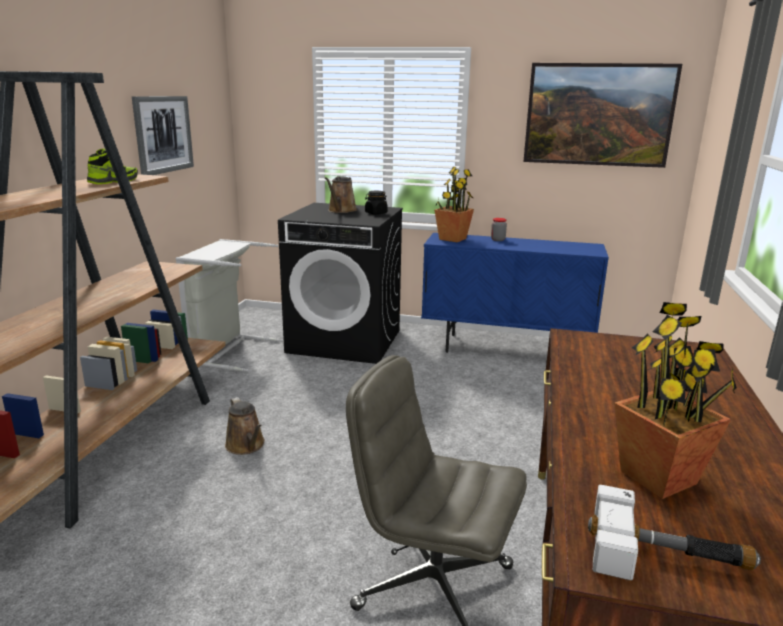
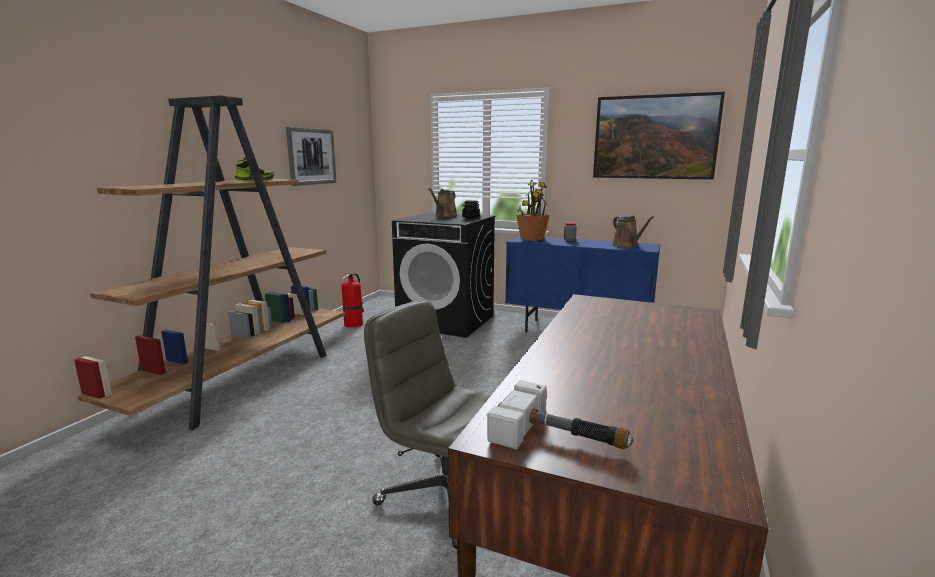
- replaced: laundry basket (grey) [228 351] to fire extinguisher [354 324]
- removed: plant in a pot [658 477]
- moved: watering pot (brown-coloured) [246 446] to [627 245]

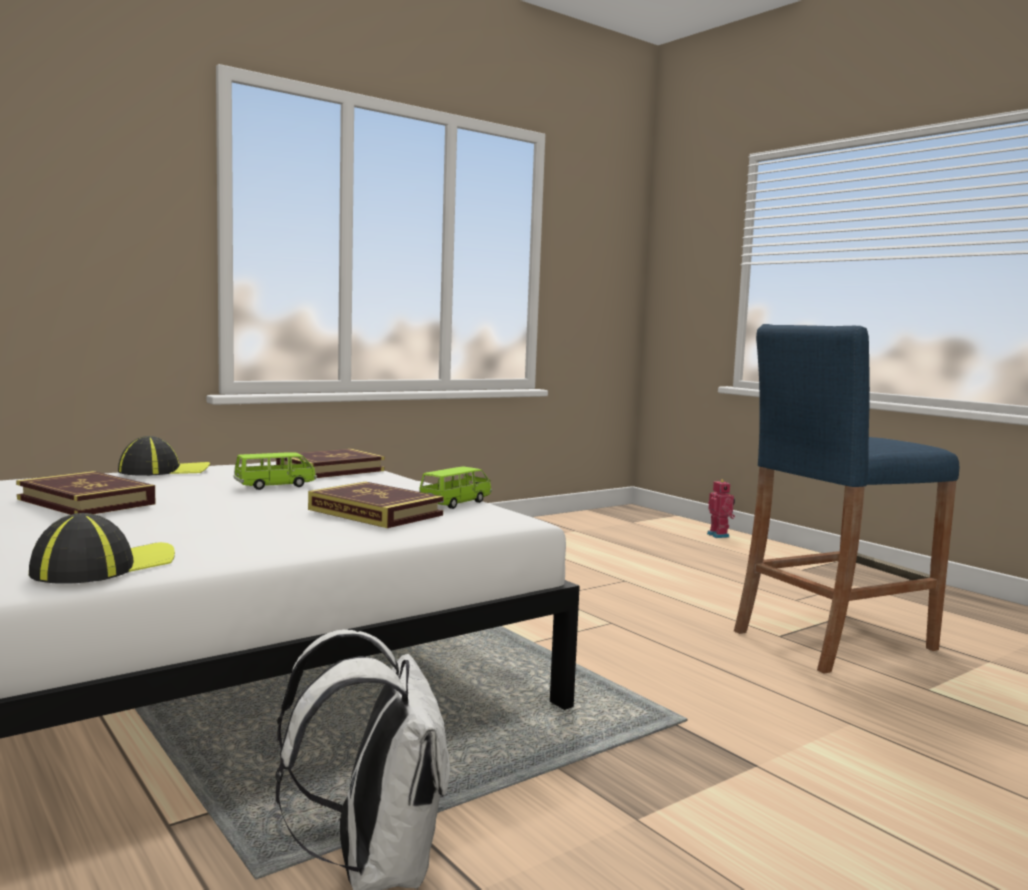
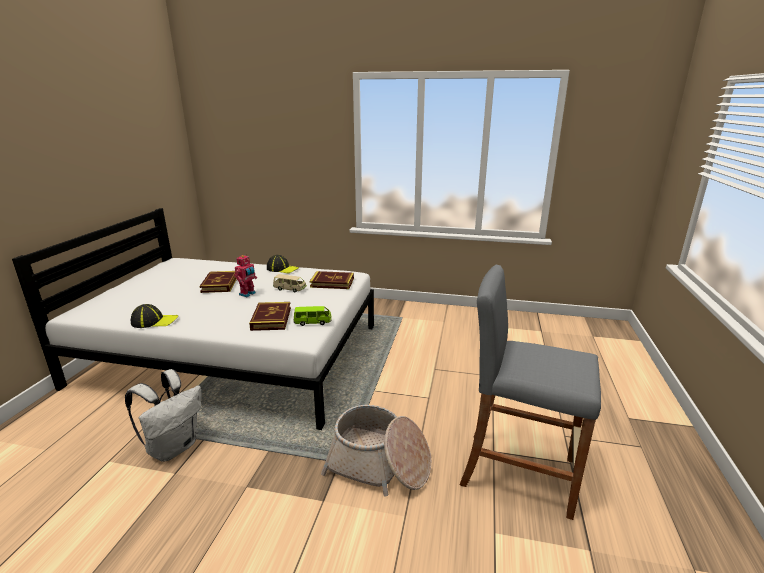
- recoloured: stool seat (bluish) [833 640] to stool seat (grey) [518 472]
- recoloured: miniature car (green-coloured) [275 486] to miniature car (sand-coloured) [290 289]
- moved: toy robot [719 535] to [248 294]
- added: household basket [379 465]

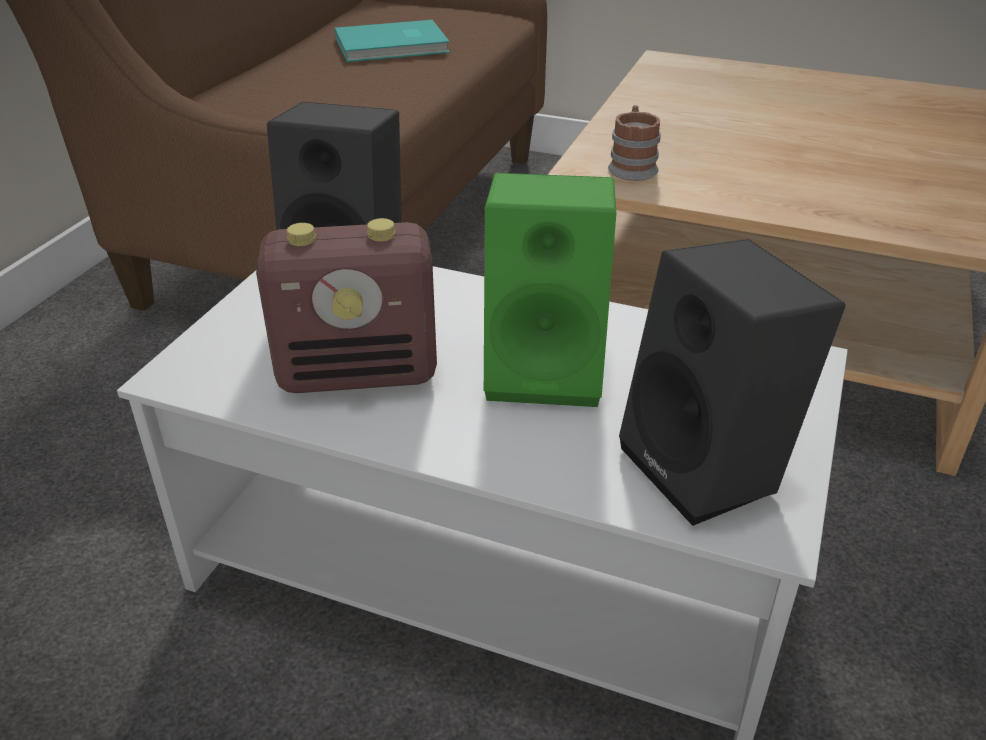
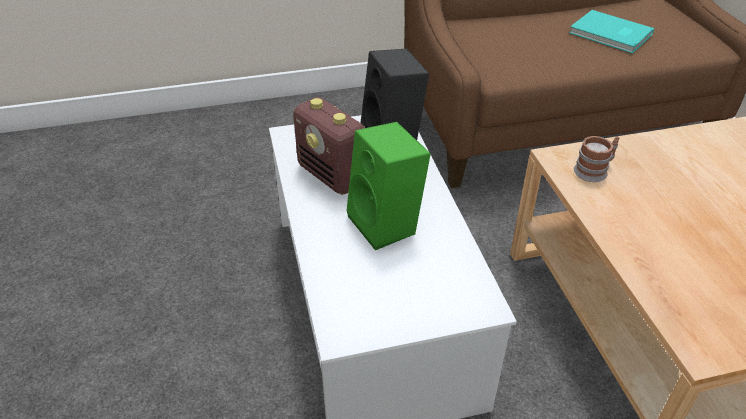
- removed: loudspeaker (blackish) [711 469]

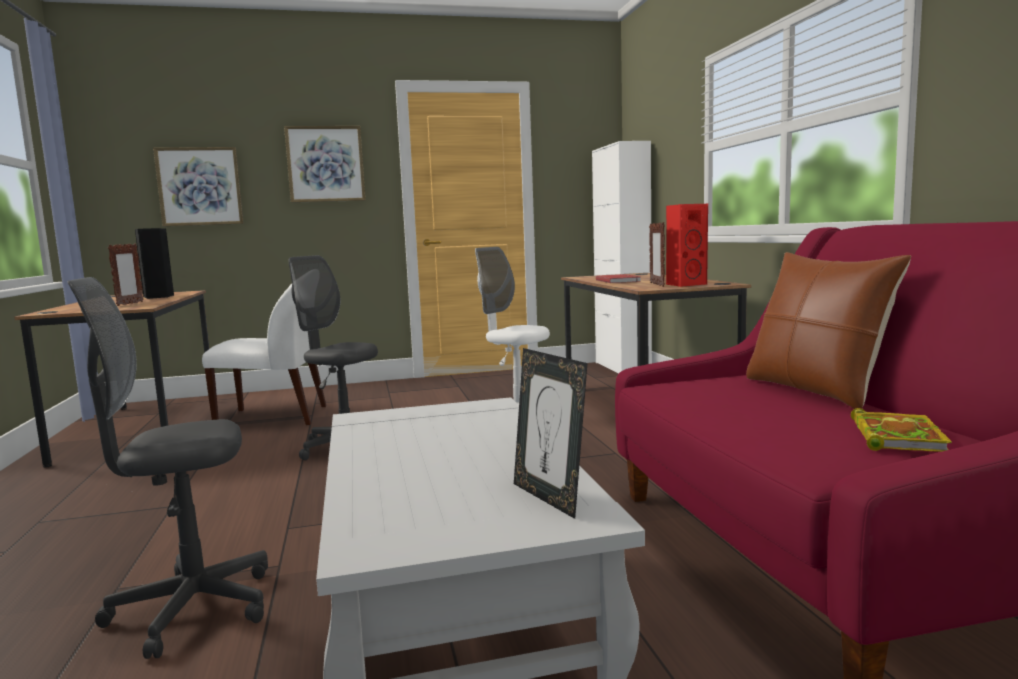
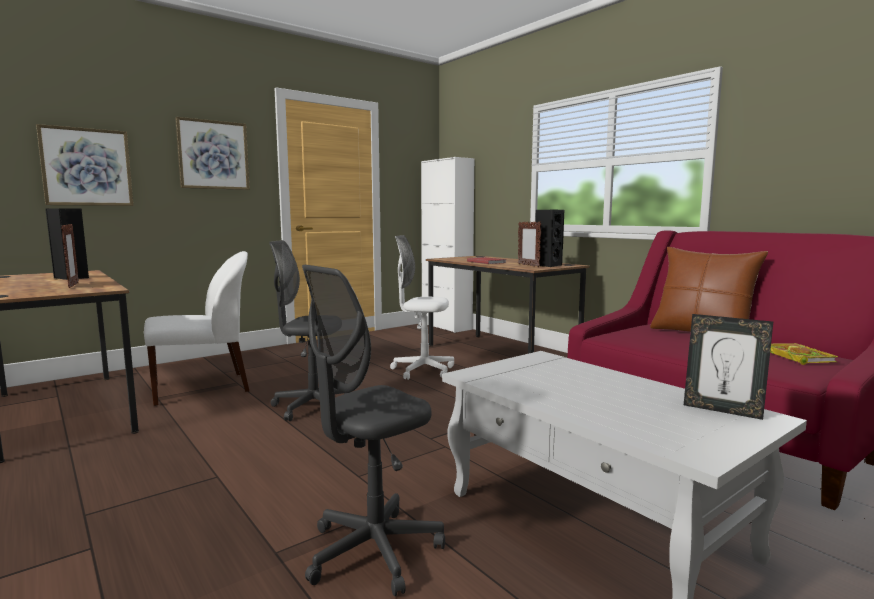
- recoloured: loudspeaker (red) [684 284] to loudspeaker (blackish) [547 265]

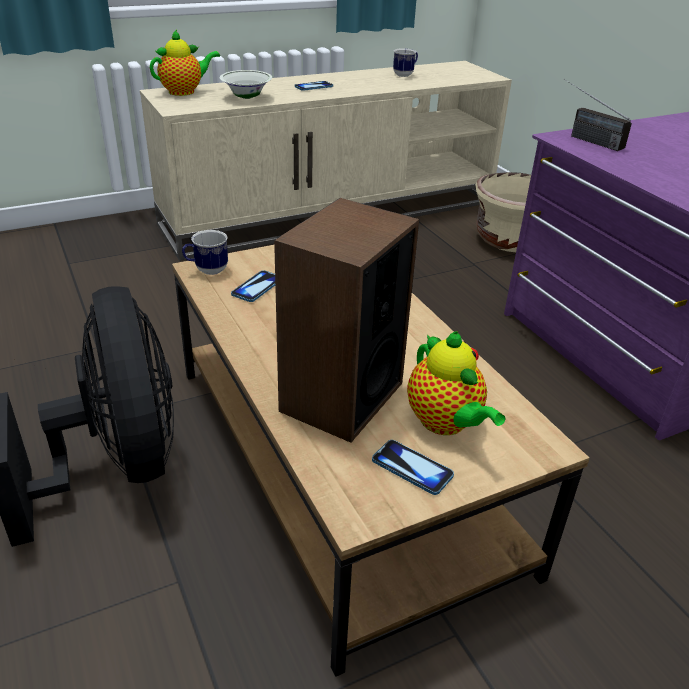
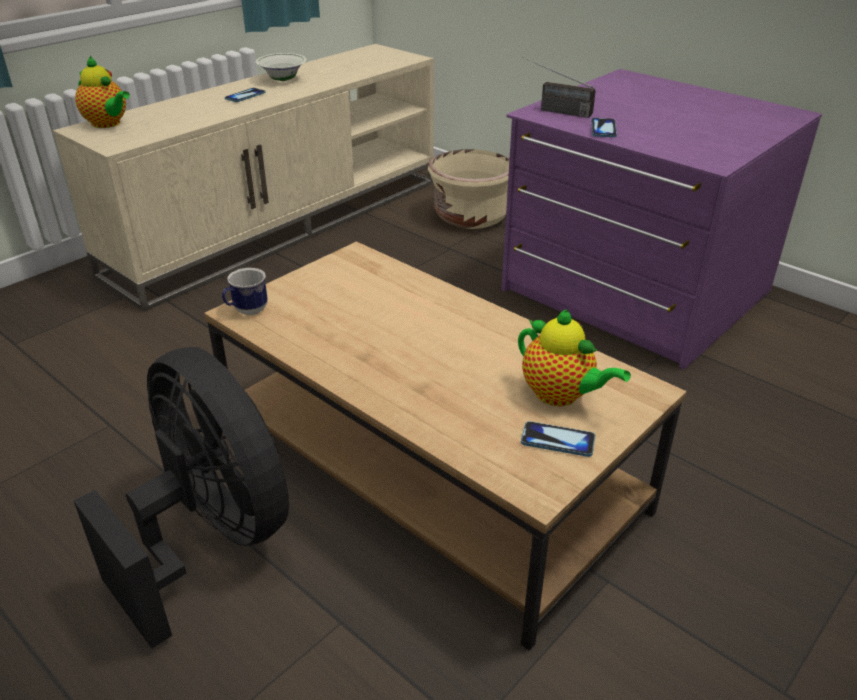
- turned: teapot [184 92] = [108 124] 90 degrees clockwise
- removed: tea mug [405 74]
- moved: deep dish (whitish) [247 97] to [283 80]
- removed: loudspeaker [341 397]
- moved: phone [257 287] to [603 129]

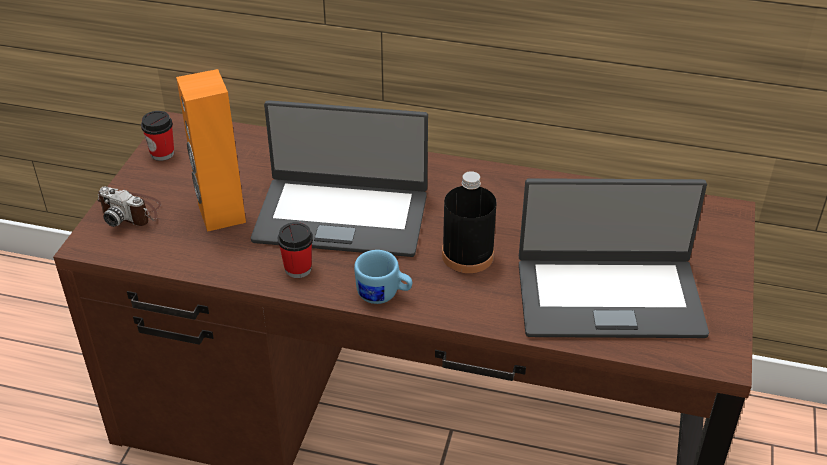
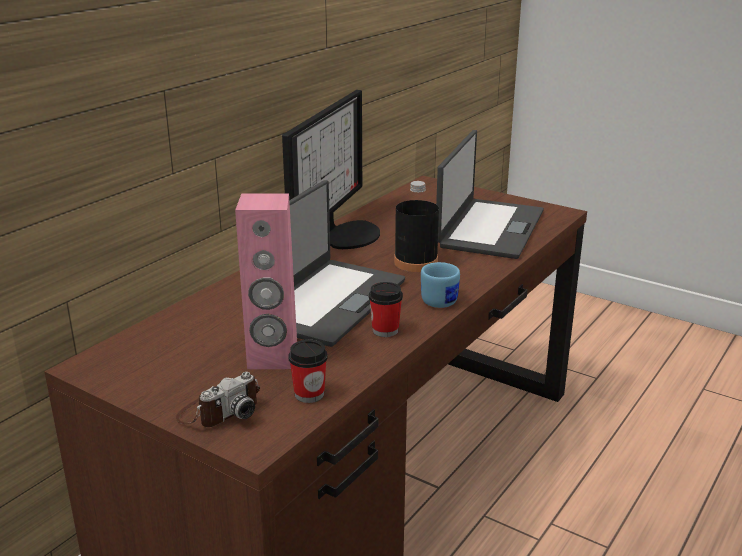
- recoloured: loudspeaker (orange) [221 214] to loudspeaker (pinkish) [272 358]
- moved: cup [162 153] to [309 394]
- added: computer screen [345 234]

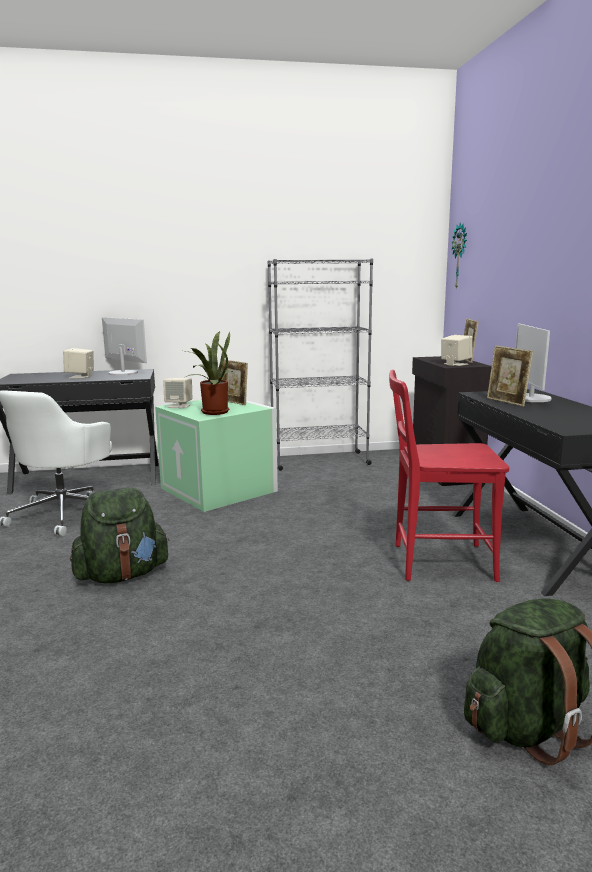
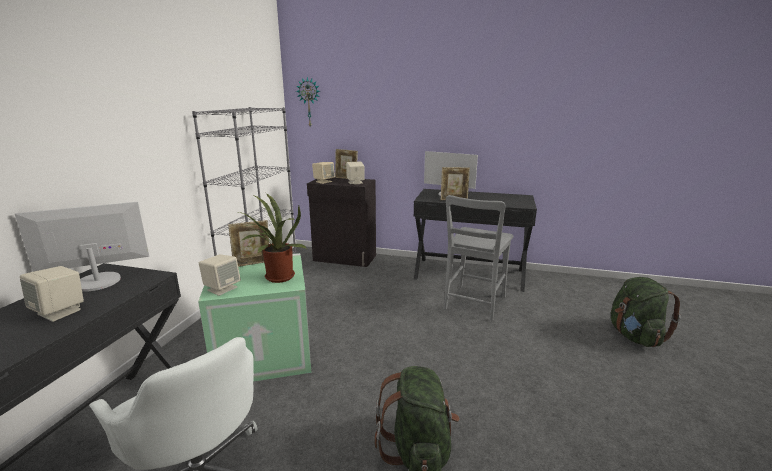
- recoloured: upright chair (red) [437 562] to upright chair (grey) [473 304]
- added: loudspeaker (sand-coloured) [324 181]

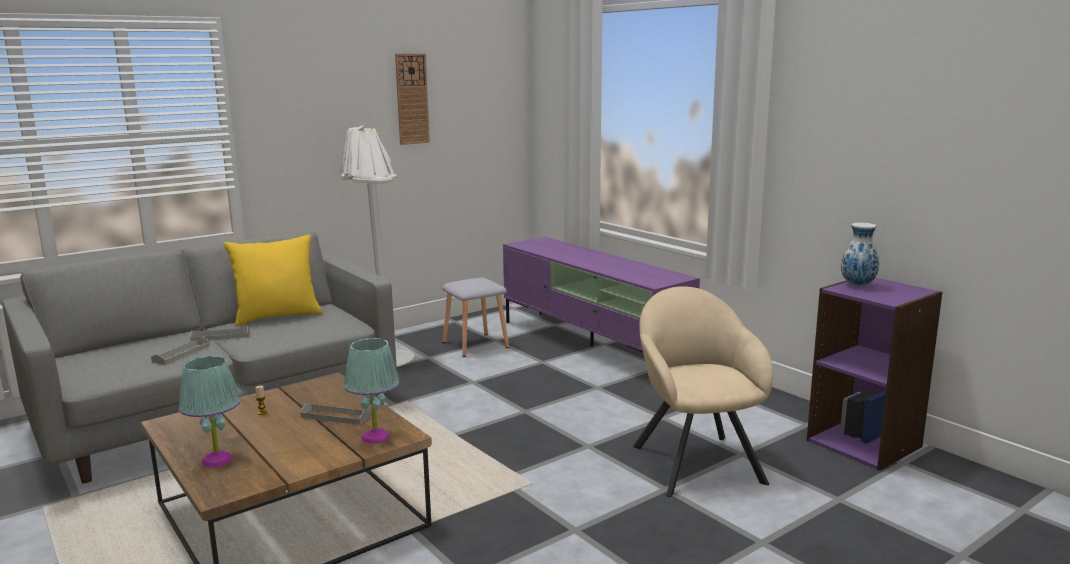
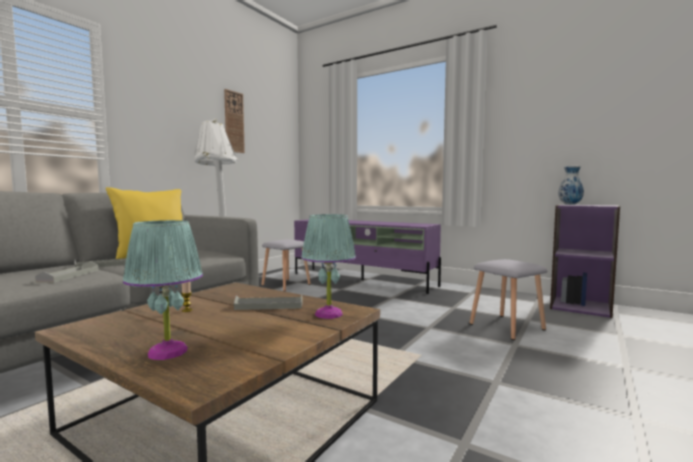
- replaced: easy chair (sand-coloured) [695 460] to stool seat (grey) [507 326]

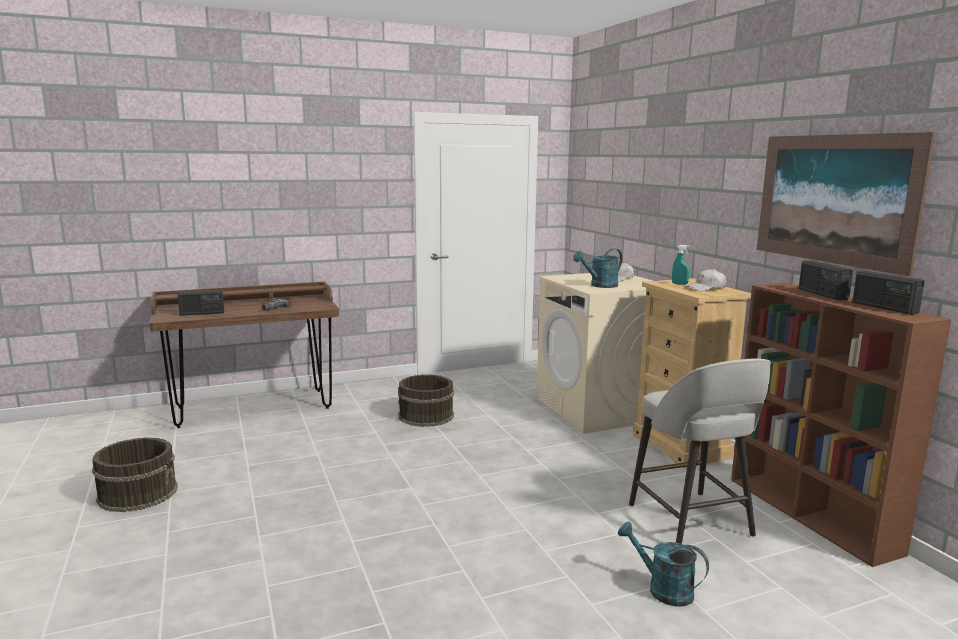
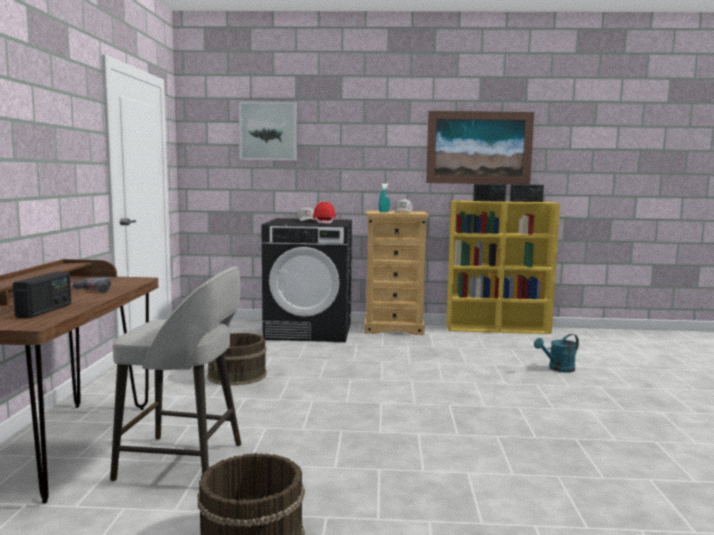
- replaced: watering pot (blue-green) [600 286] to work helmet (red) [324 223]
- recoloured: washing machine (sand-coloured) [598 410] to washing machine (blackish) [309 331]
- recoloured: bookshelf (brown-coloured) [812 515] to bookshelf (yellow) [498 329]
- moved: stool seat (grey) [692 522] to [184 462]
- added: wall picture [268 131]

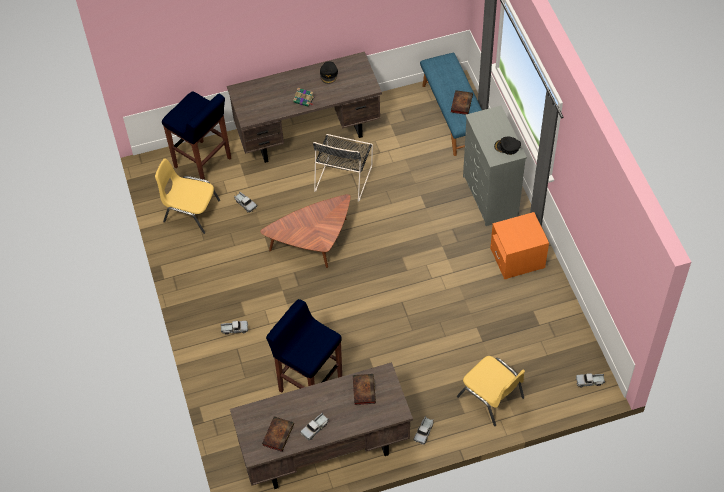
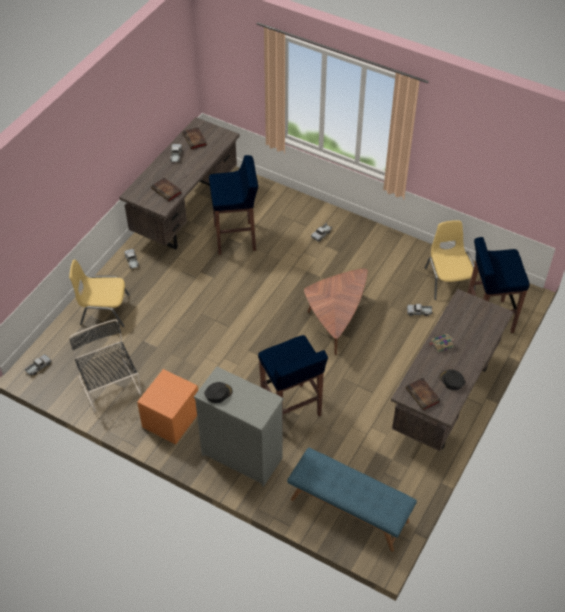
- moved: bound book [461 103] to [423 396]
- moved: upright chair (blackish) [344 177] to [110 387]
- turned: upright chair (yellow) [190 211] = [448 280] 75 degrees counterclockwise
- added: stool seat (bluish) [291 409]

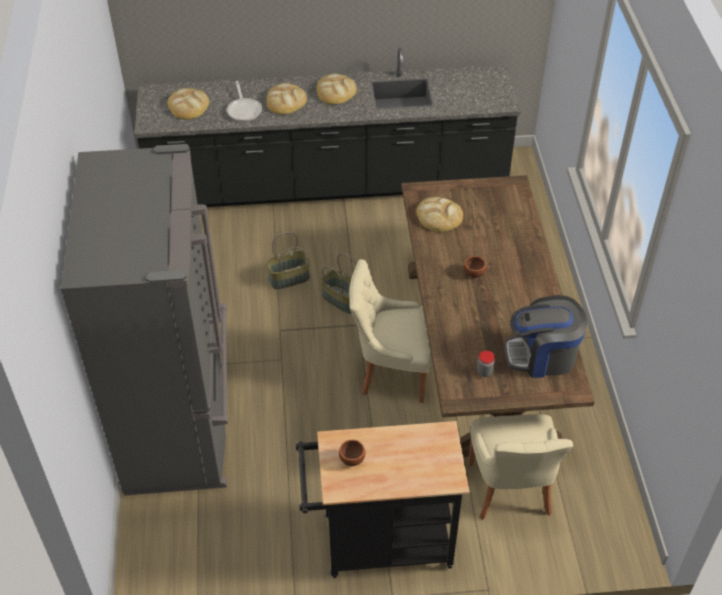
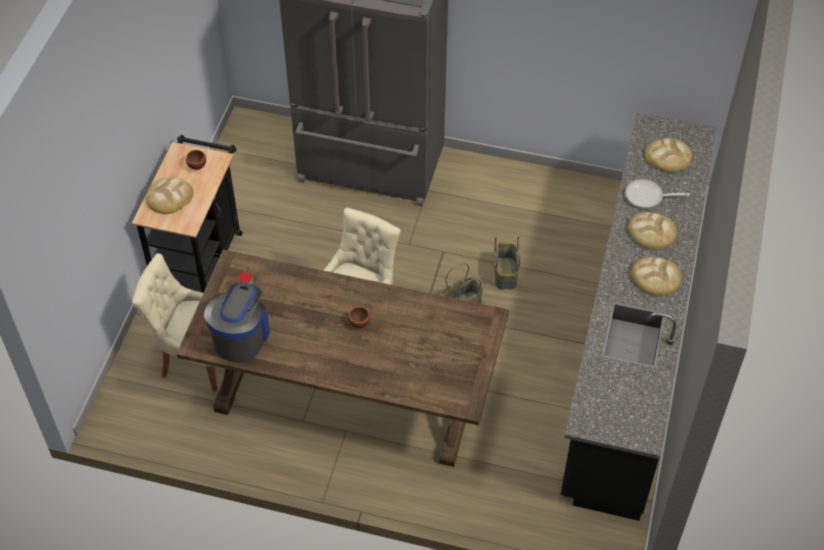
- moved: baked bread [439 216] to [169 197]

